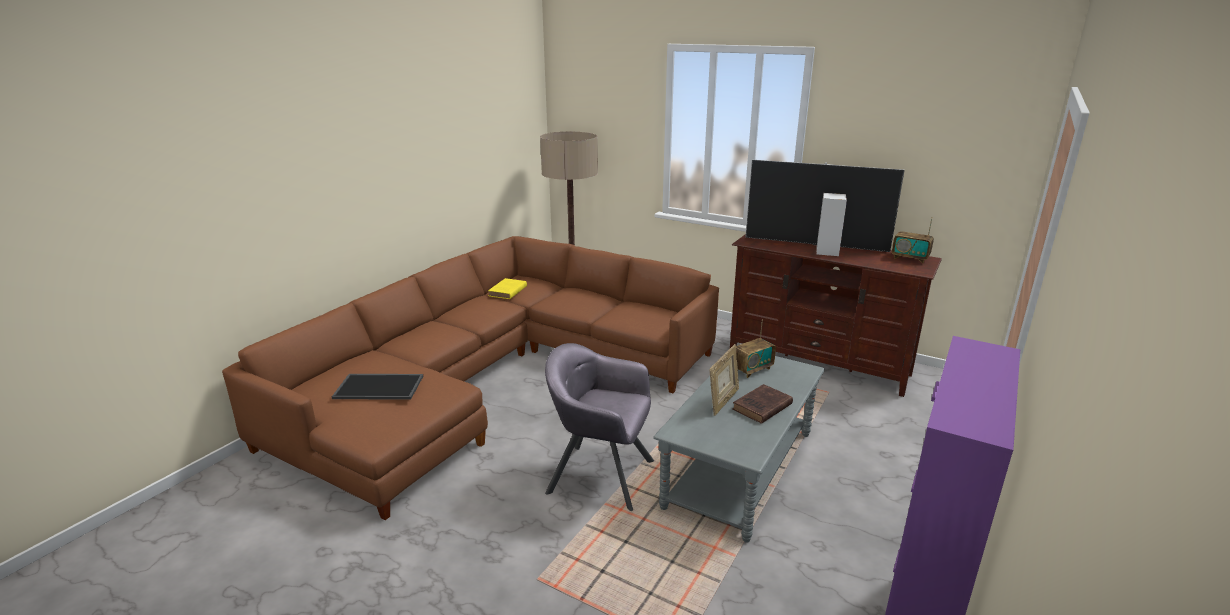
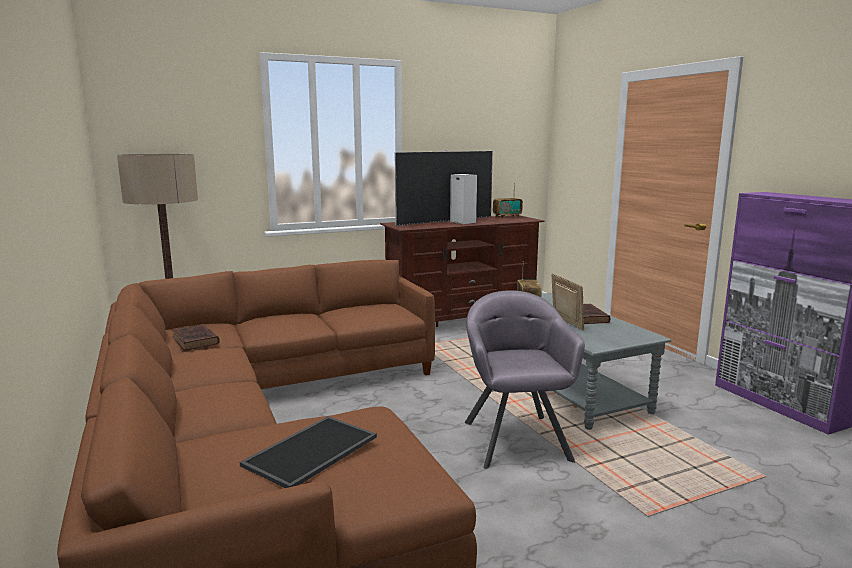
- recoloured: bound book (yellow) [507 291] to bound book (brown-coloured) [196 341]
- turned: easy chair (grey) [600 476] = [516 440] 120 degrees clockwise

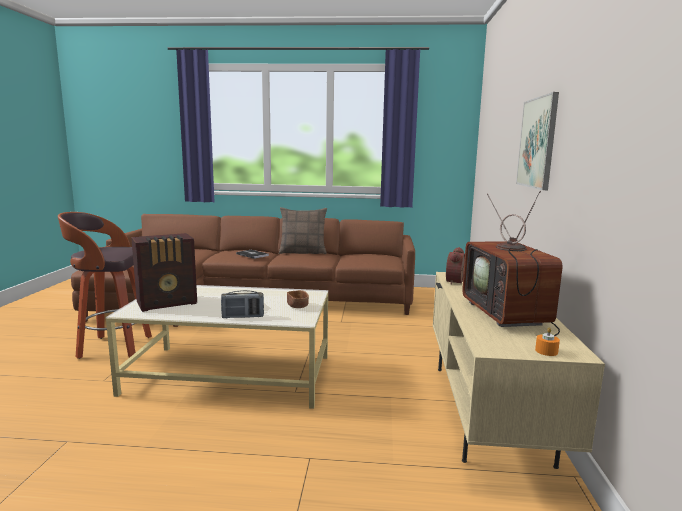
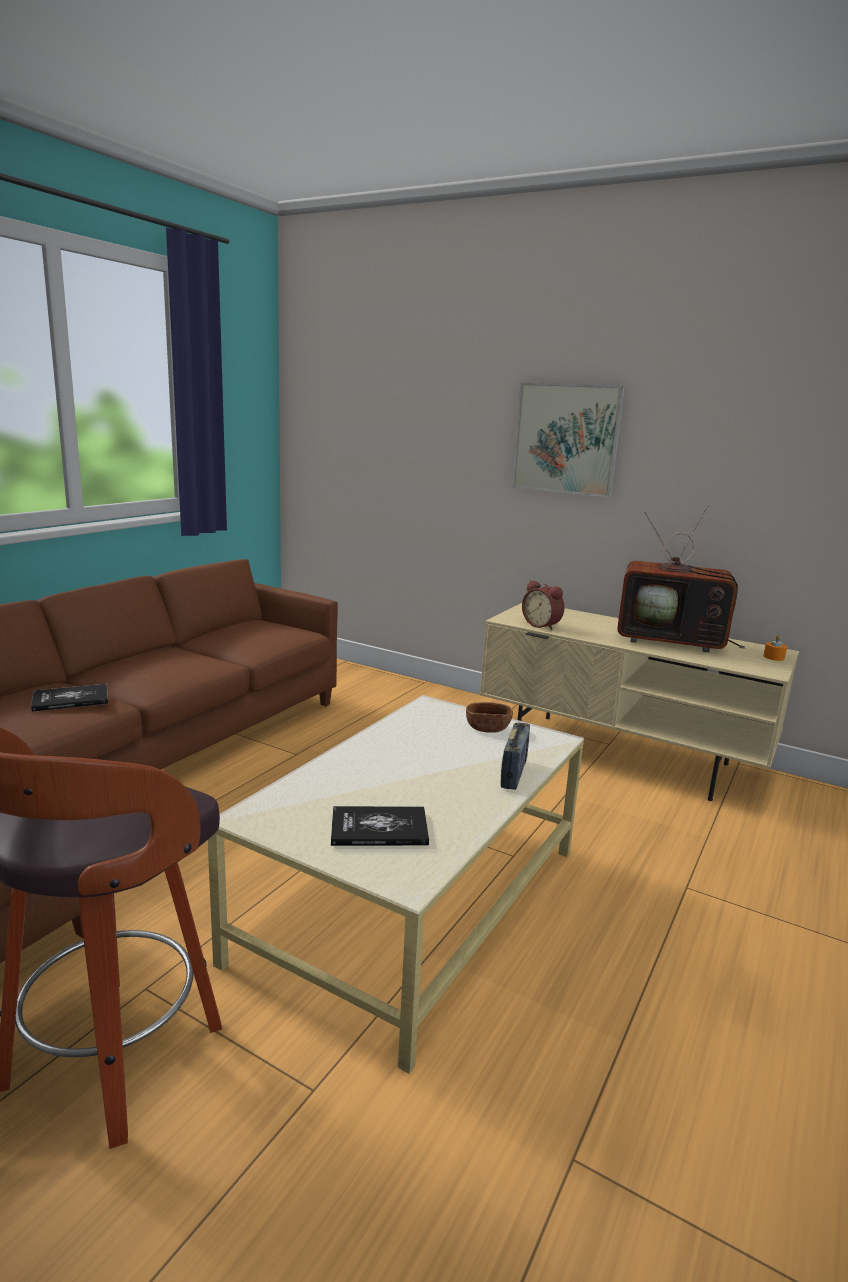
- removed: throw pillow [303 252]
- replaced: radio receiver [168 303] to bound book [379 828]

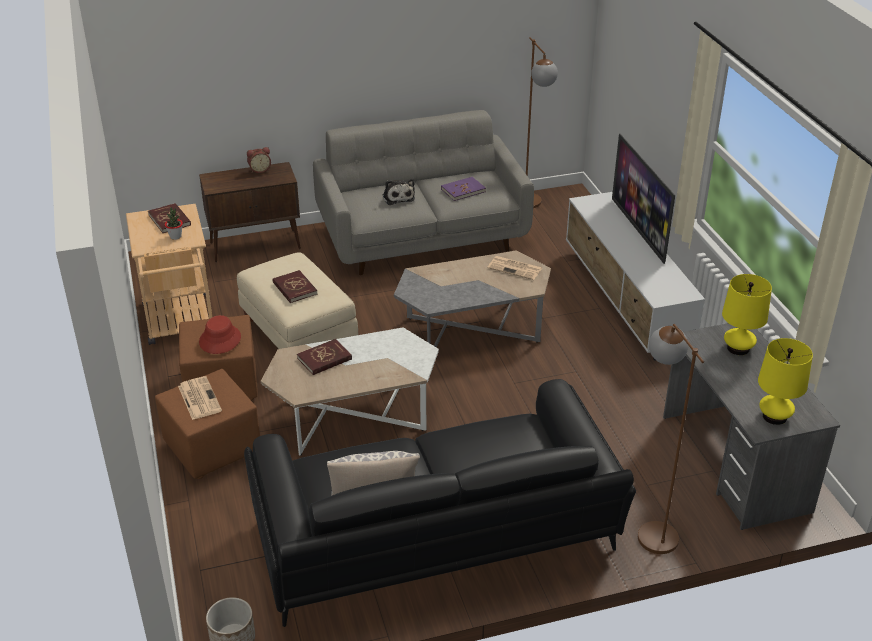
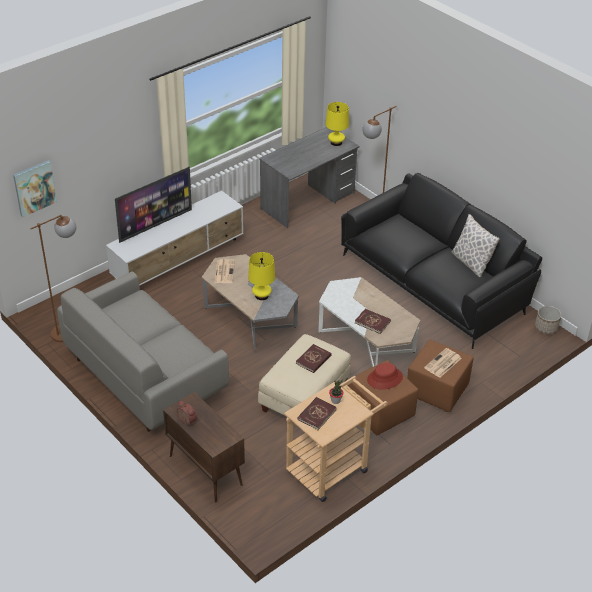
- removed: bound book (purple-coloured) [463 190]
- removed: plush toy [398 197]
- moved: tabletop lamp (yellow) [738 348] to [261 295]
- added: wall picture [34 188]

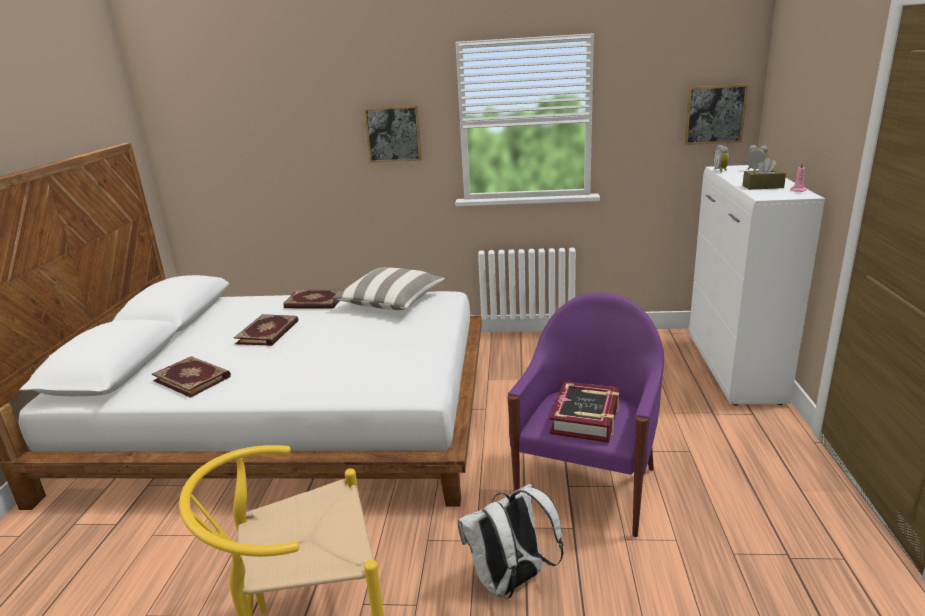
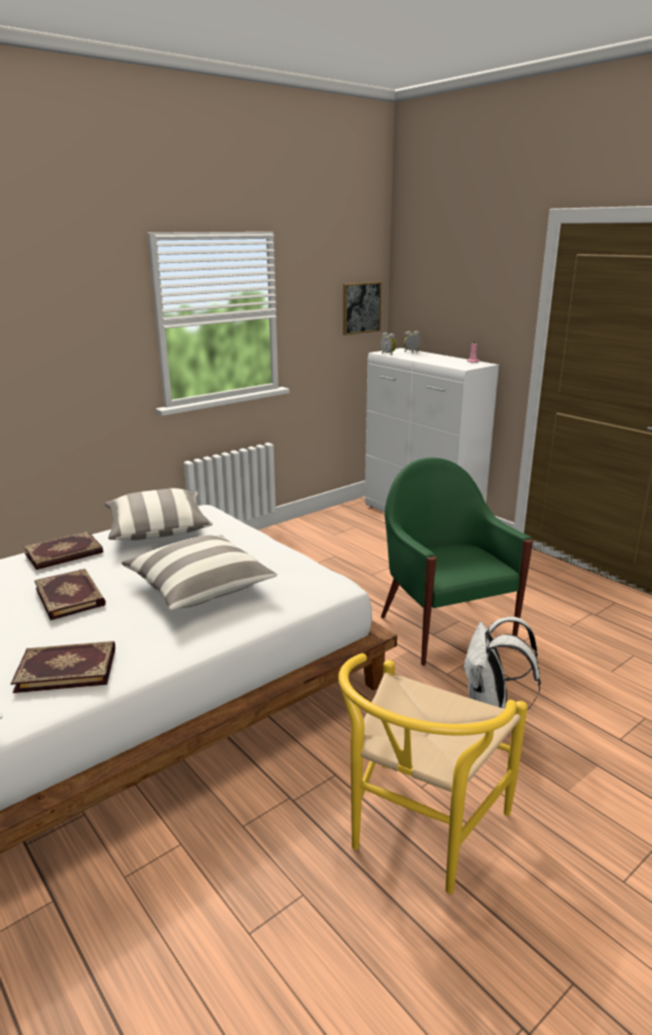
- removed: wall picture [393 134]
- removed: tissue box (brown-coloured) [762 187]
- recoloured: easy chair (purple-coloured) [588 486] to easy chair (green-coloured) [445 628]
- removed: bound book [586 419]
- added: throw pillow [200 588]

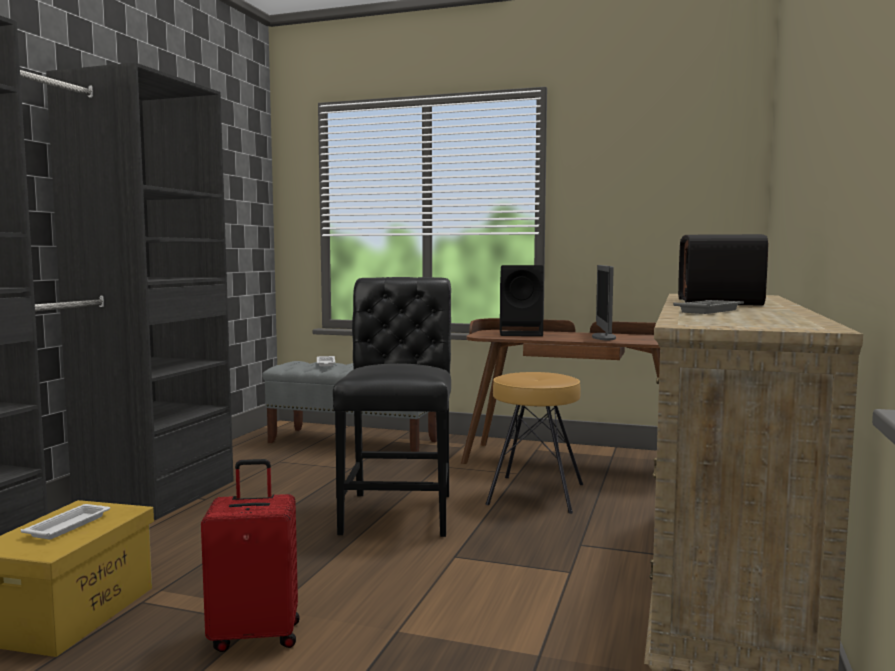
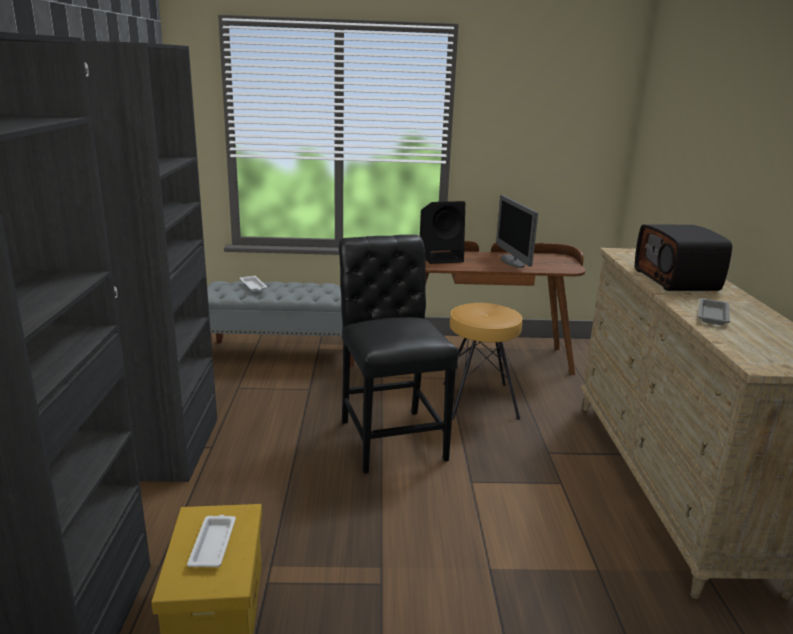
- removed: suitcase (red) [256 635]

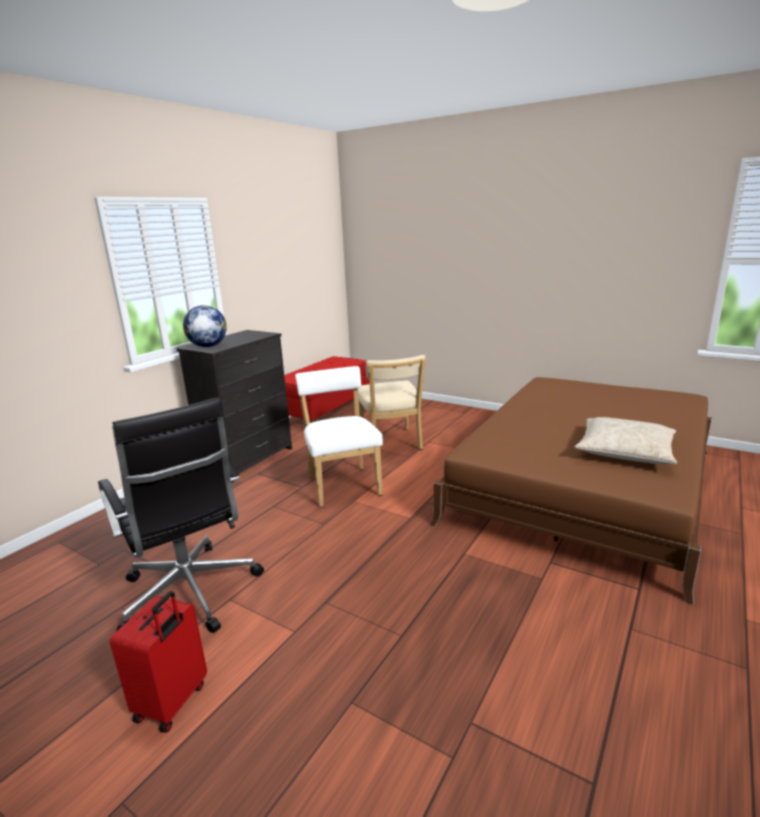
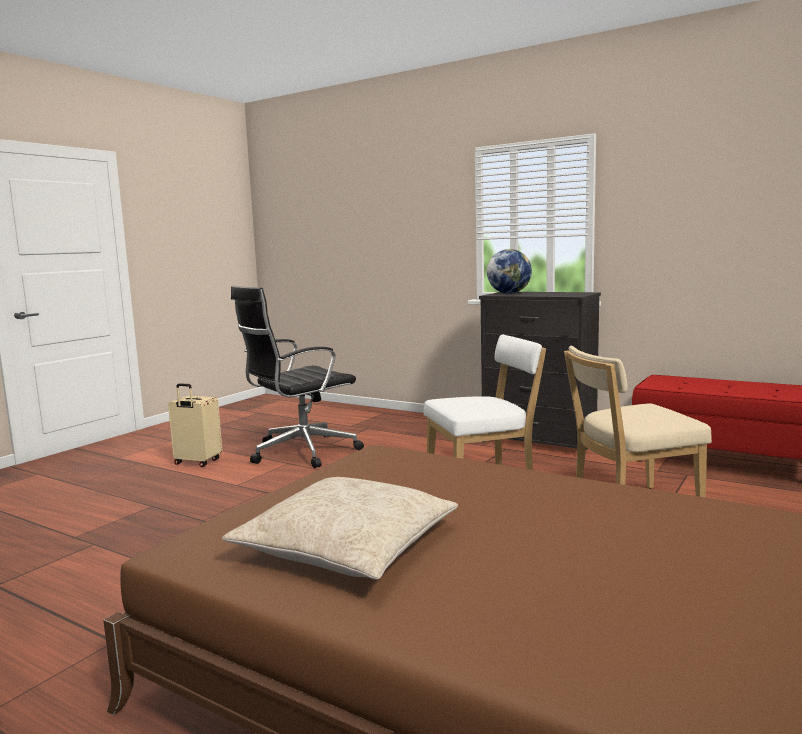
- recoloured: suitcase (red) [173 702] to suitcase (sand-coloured) [197 462]

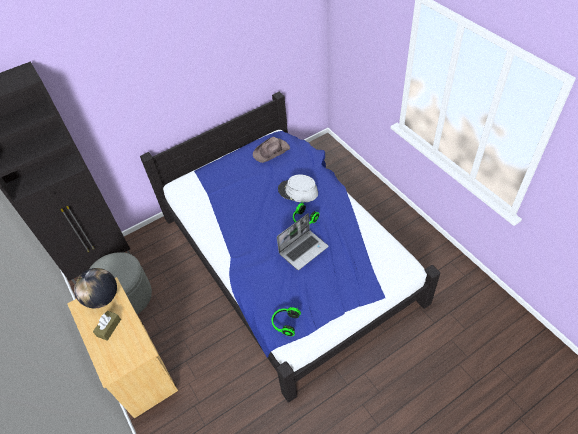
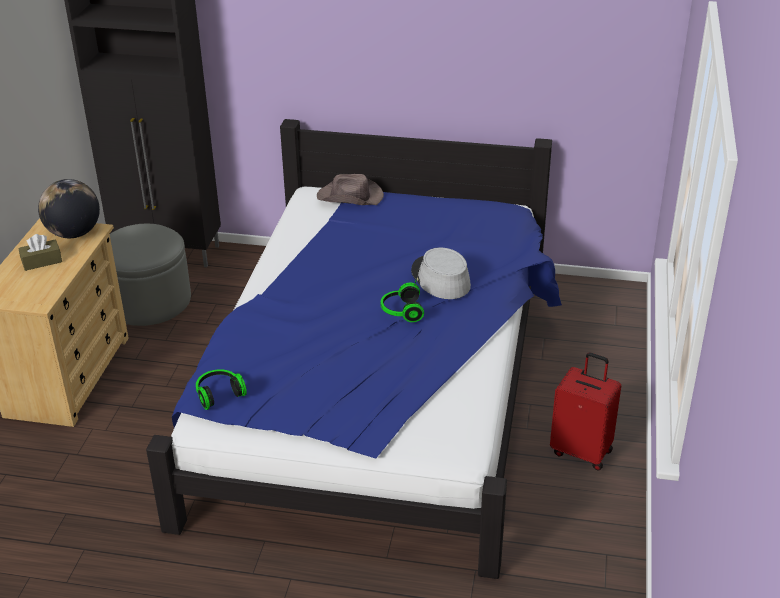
- moved: wearable hat (brown-coloured) [271 151] to [350 197]
- removed: portable computer [303 249]
- added: suitcase (red) [582 451]

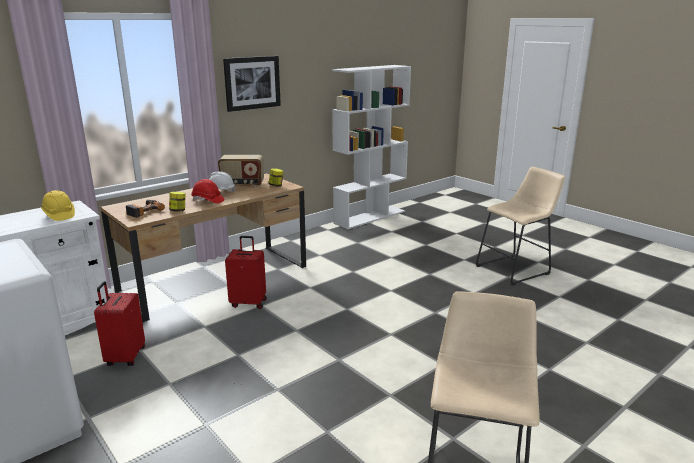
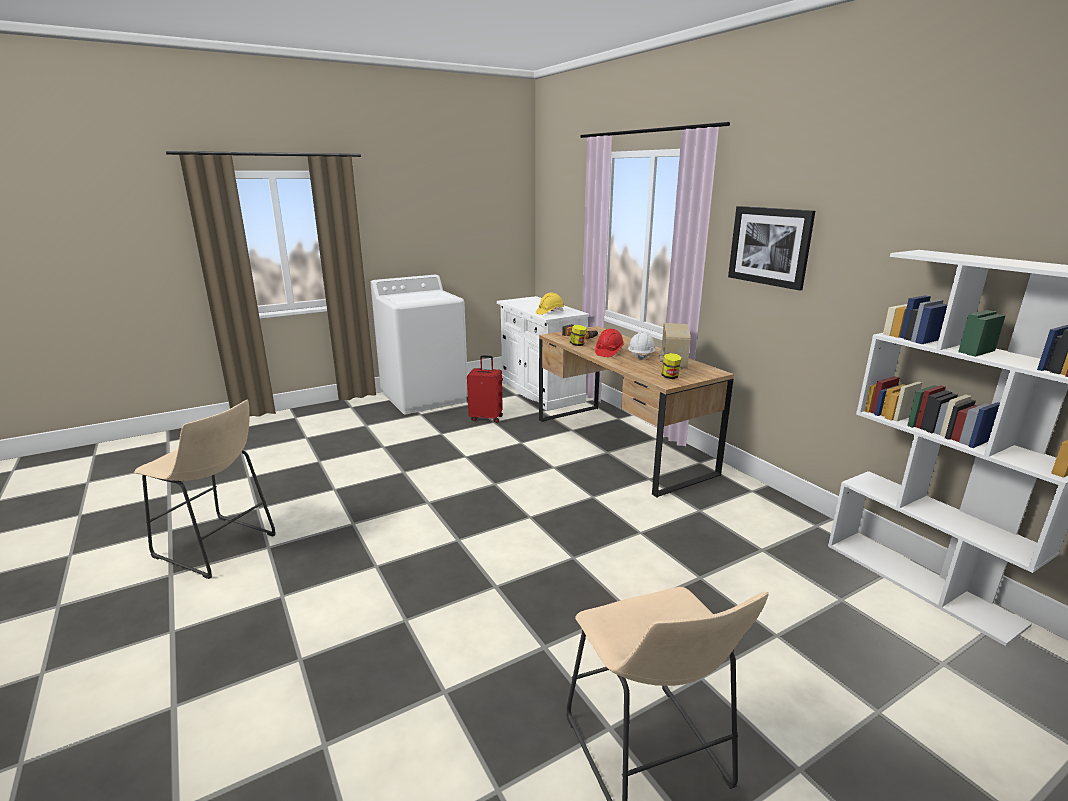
- removed: suitcase (red) [249 303]

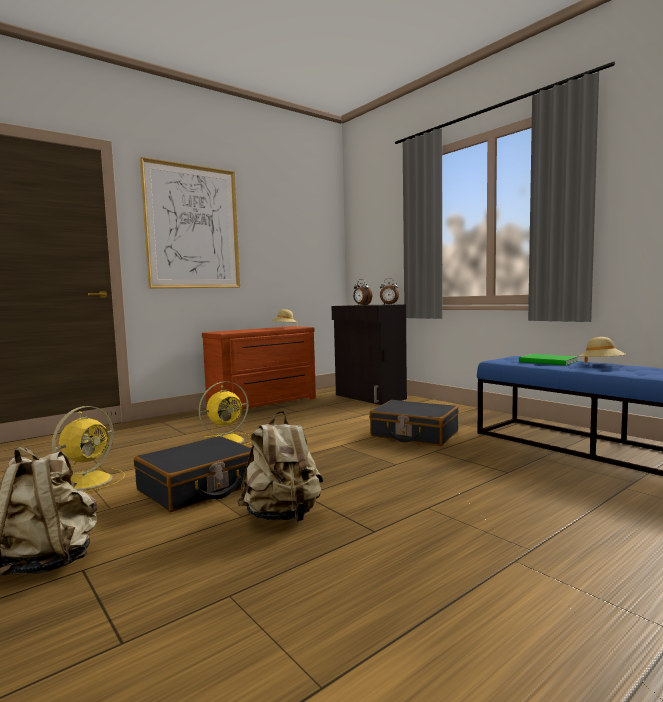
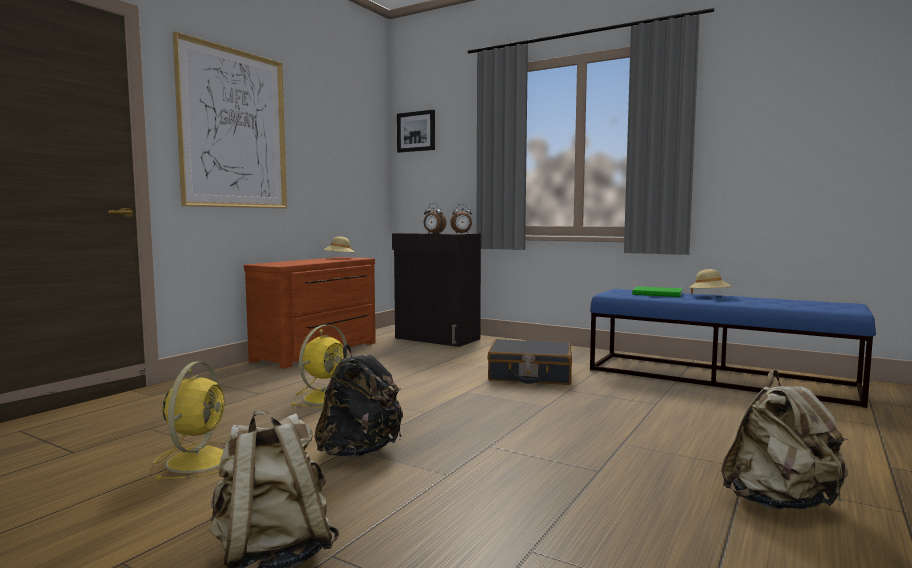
- moved: knapsack (sand-coloured) [282 516] to [780 502]
- replaced: suitcase (blackish) [199 487] to knapsack (blackish) [359 451]
- added: wall picture [416 131]

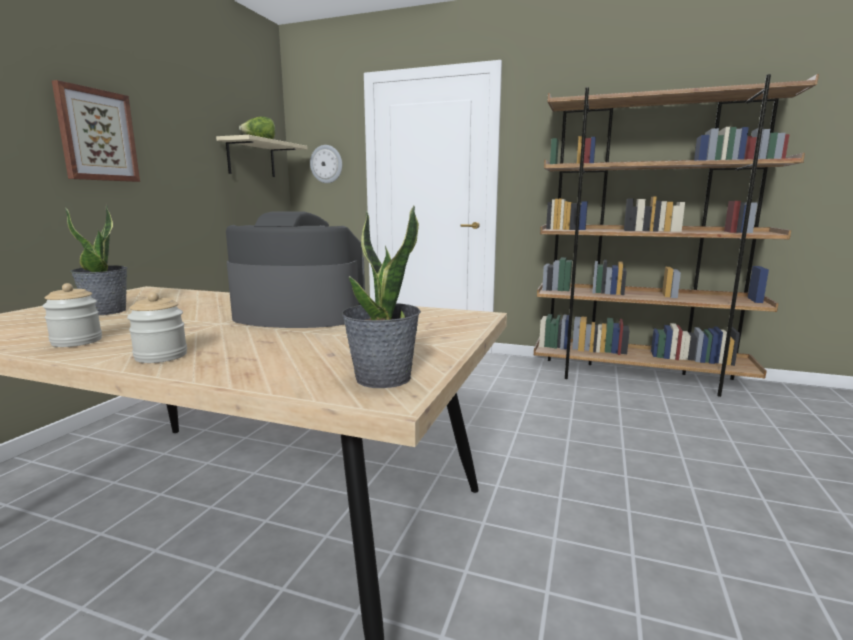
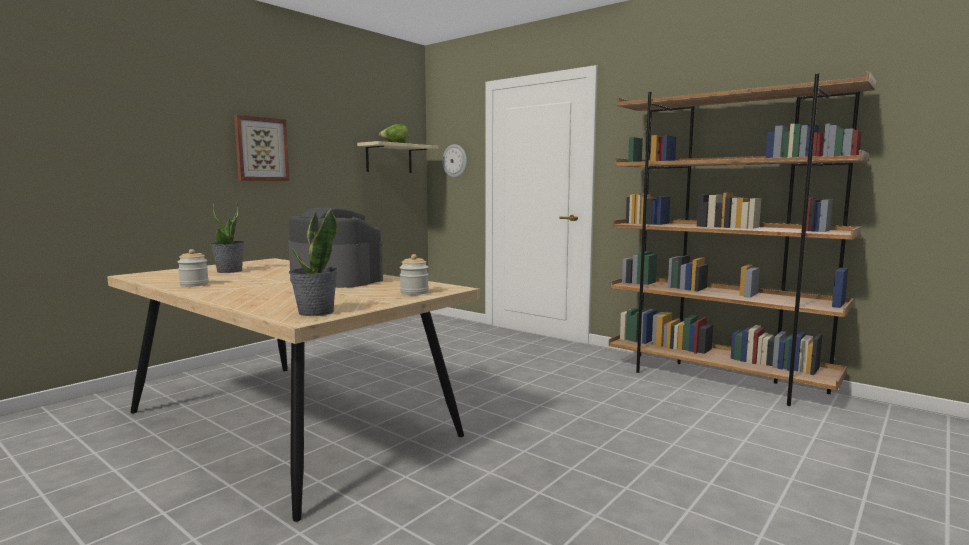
- moved: preserve jar [161 356] to [414 292]

